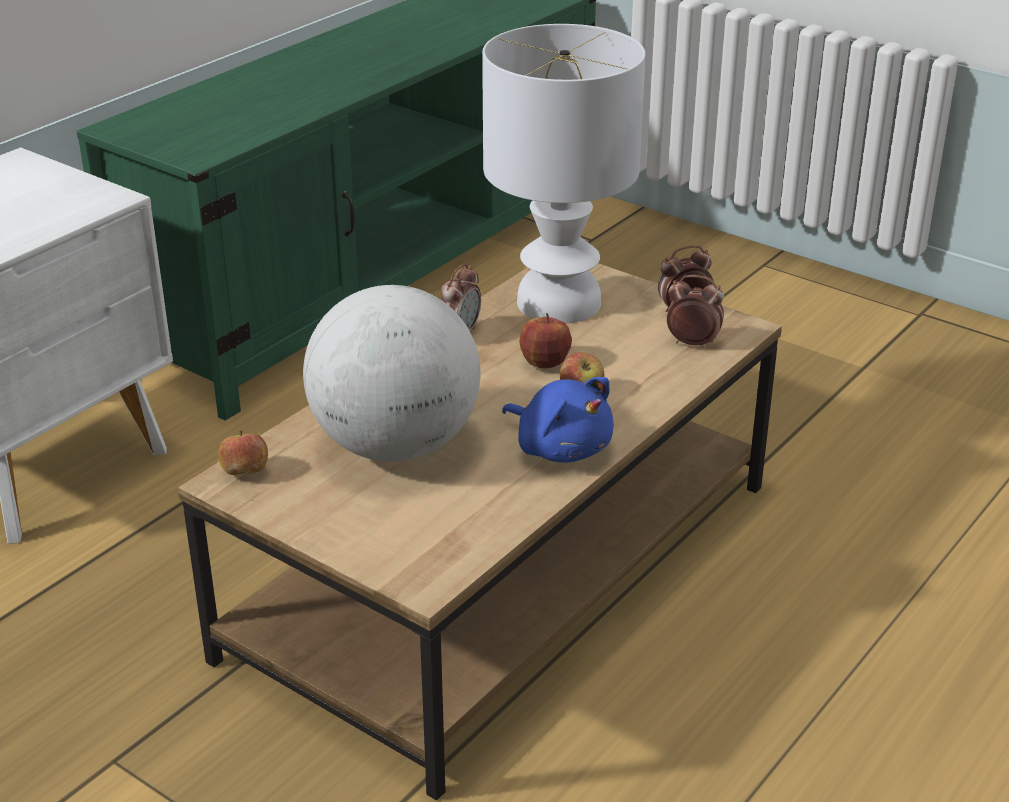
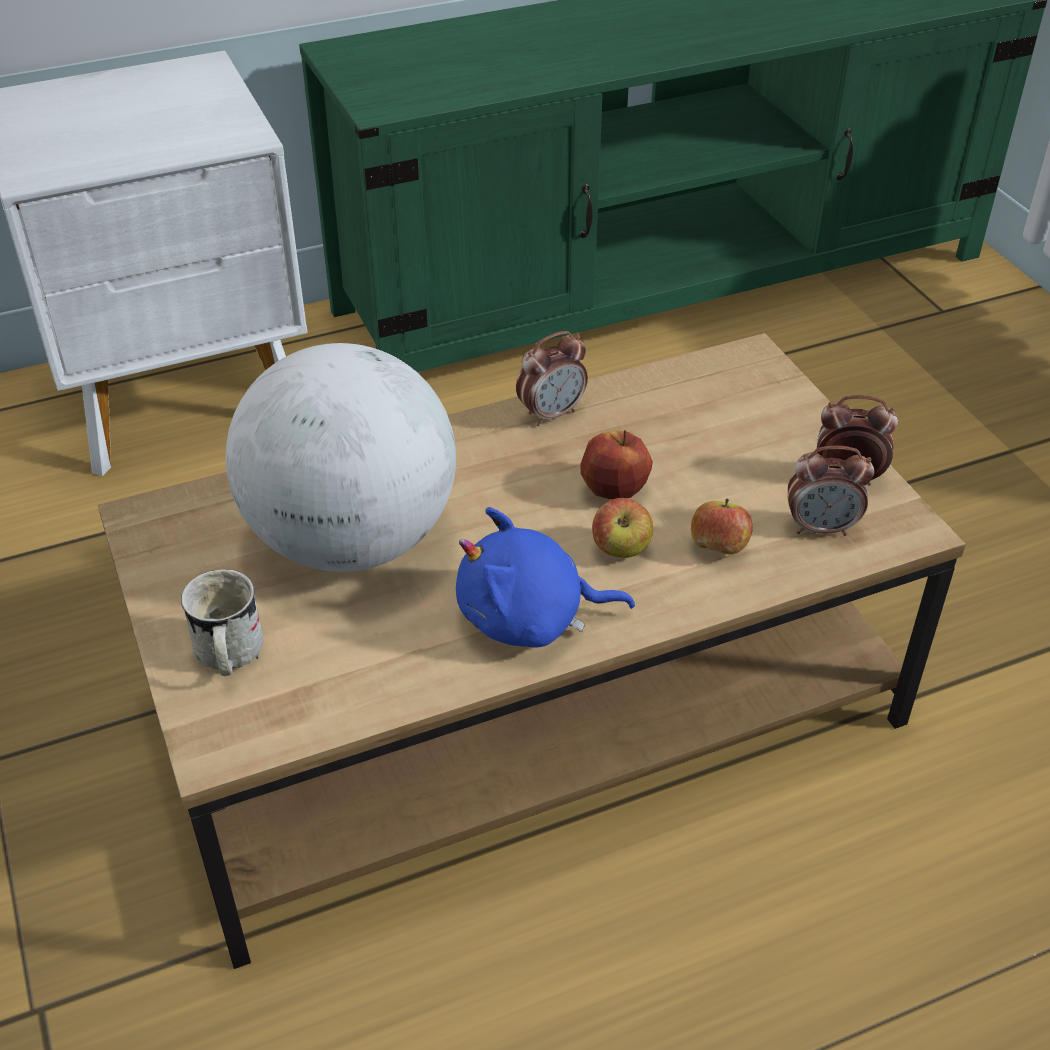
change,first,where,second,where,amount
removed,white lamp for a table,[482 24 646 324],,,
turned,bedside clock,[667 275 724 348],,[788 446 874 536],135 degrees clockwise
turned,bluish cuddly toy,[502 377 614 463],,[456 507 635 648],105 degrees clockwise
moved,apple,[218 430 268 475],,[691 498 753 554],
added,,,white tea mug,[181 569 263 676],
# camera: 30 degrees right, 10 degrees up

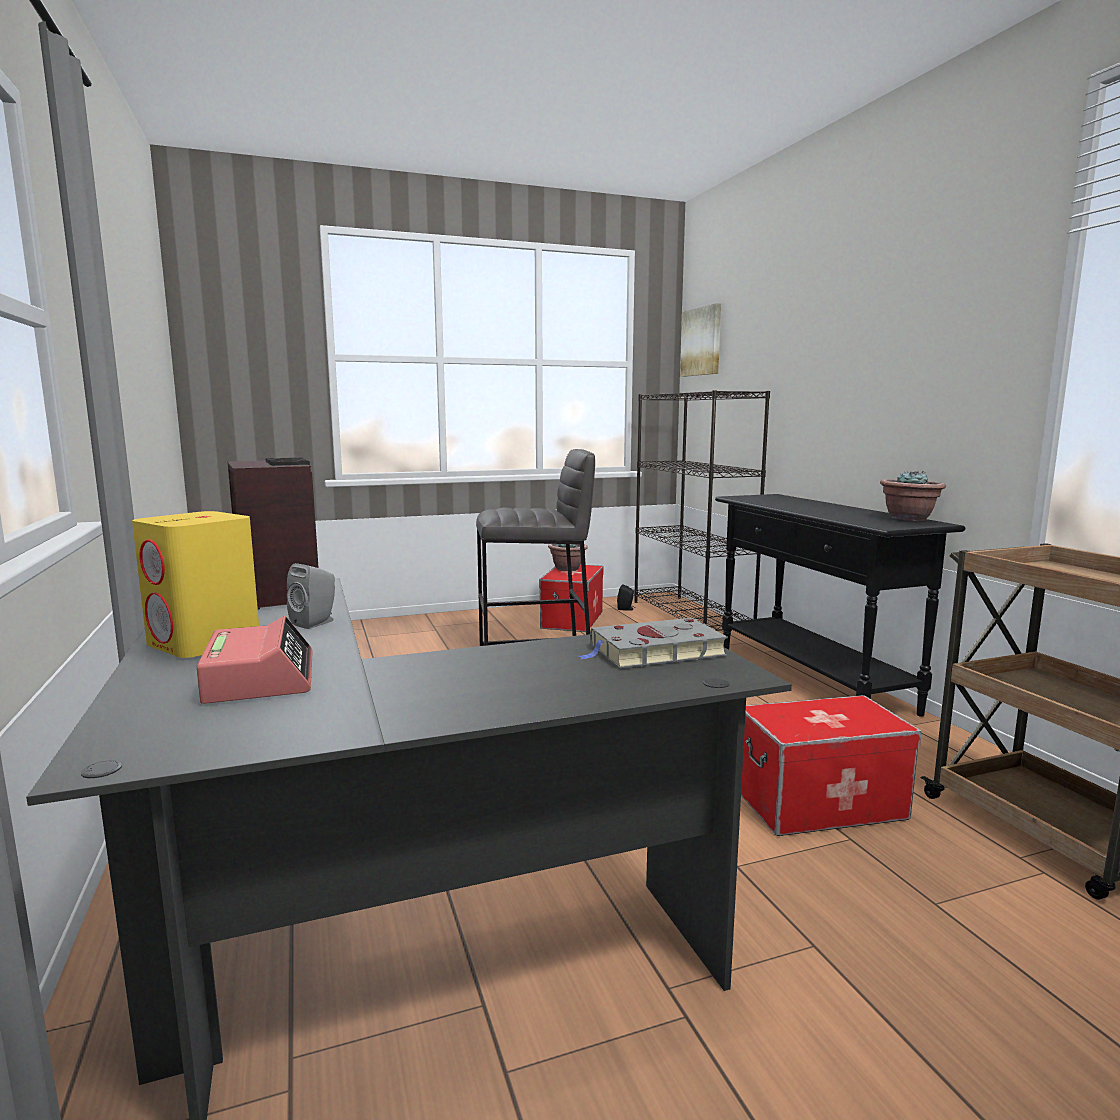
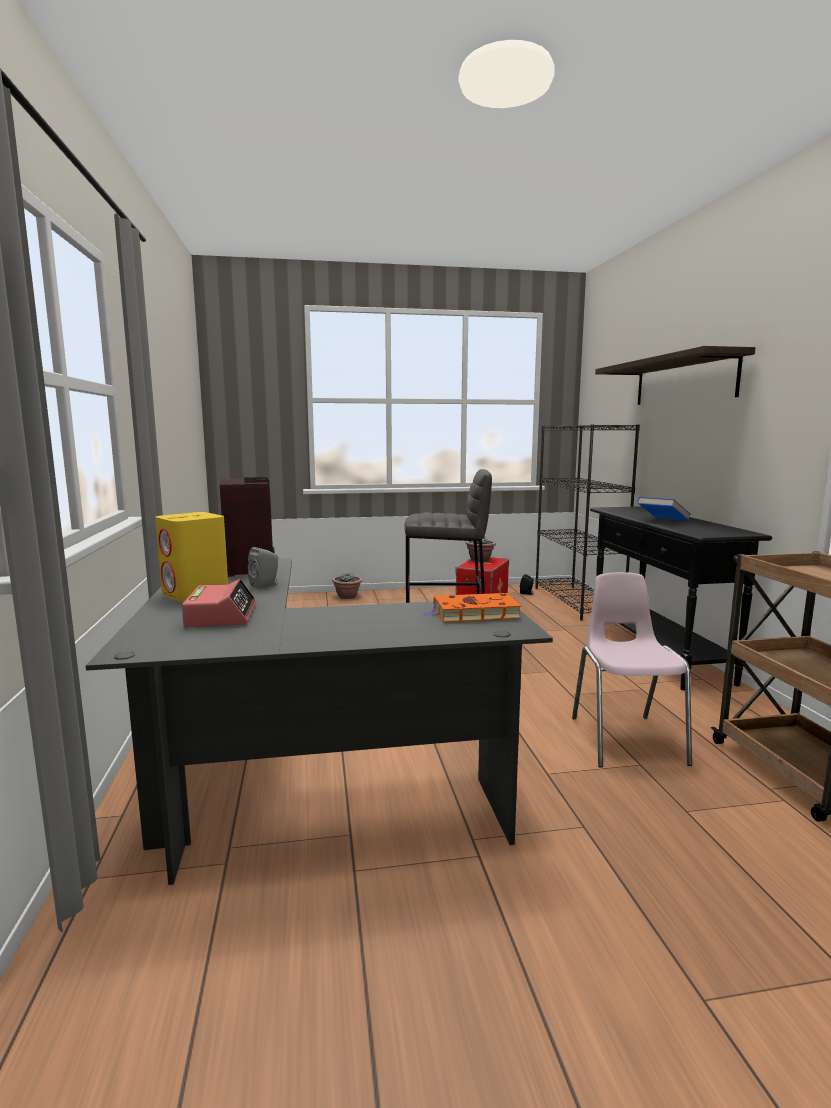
change,first,where,second,where,amount
removed,wall picture,[680 303 721 377],,,
moved,plant in a pot,[880 470 946 521],,[332 573 362 599],
recoloured,greyish volume,[579 618 728 669],orangey volume,[422 593 522 622],
replaced,storage container,[741 695 922 836],pinkish chair,[572 572 692 768],
added,,,shelf,[595 346 755 405],
added,,,bluish volume,[637 497 691 521],
# camera: 10 degrees right, 0 degrees up

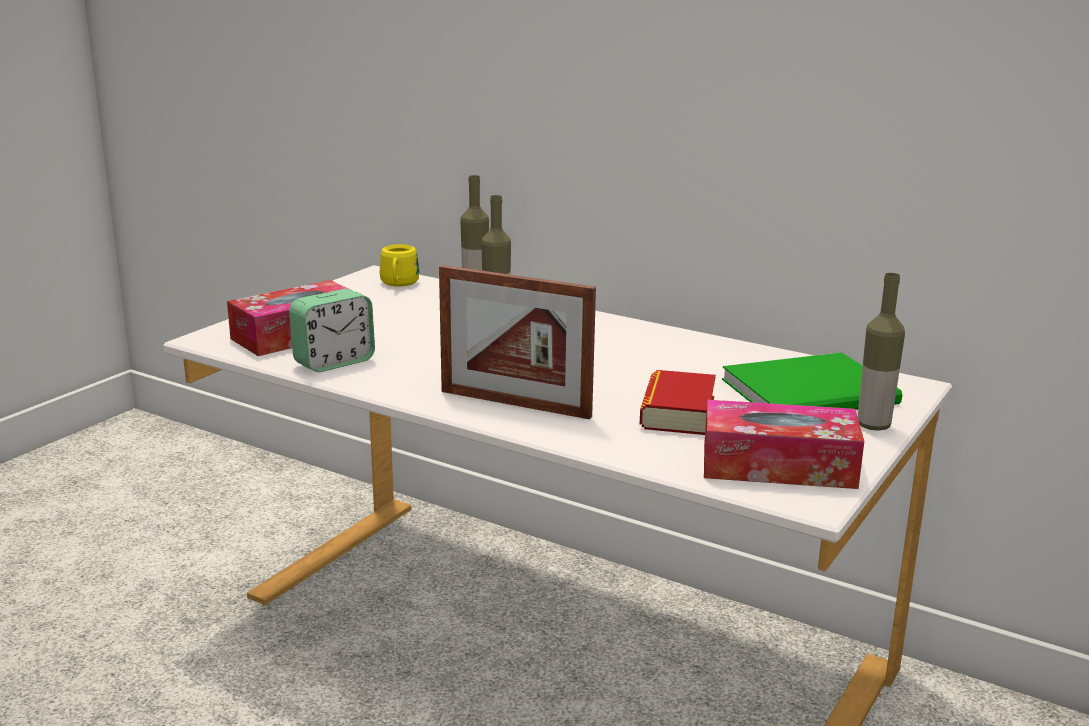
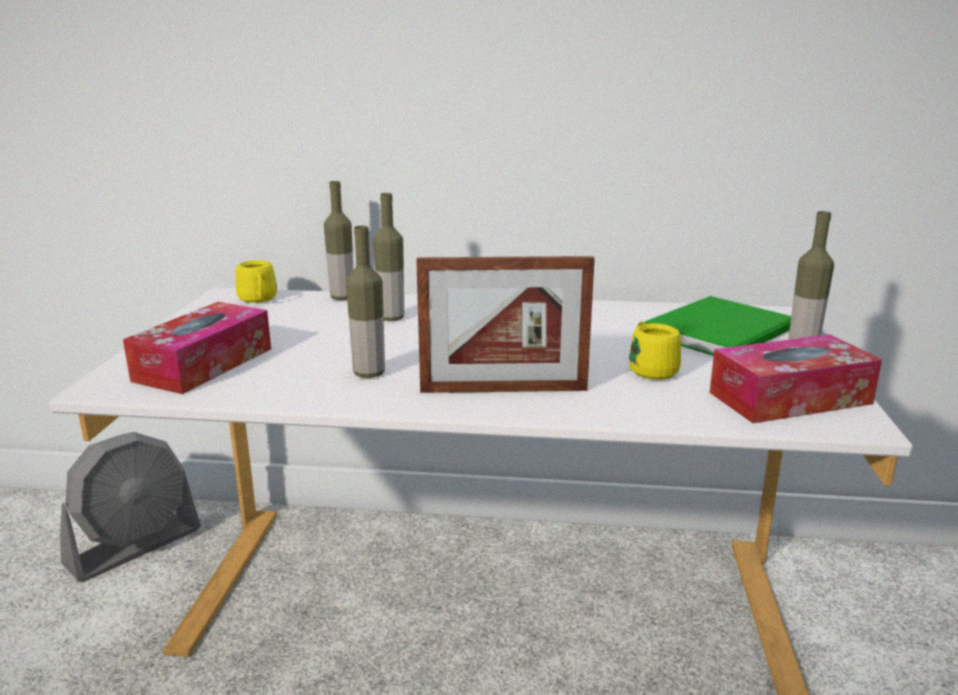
change,first,where,second,where,amount
removed,bedside clock,[289 289 375 372],,,
replaced,volume,[640 370 716 435],yellowish tea mug,[629 322 681 380],
added,,,drink bottle,[346 226 385 378],
added,,,greyish electric fan,[60 432 201 582],
# camera: 25 degrees left, 0 degrees up

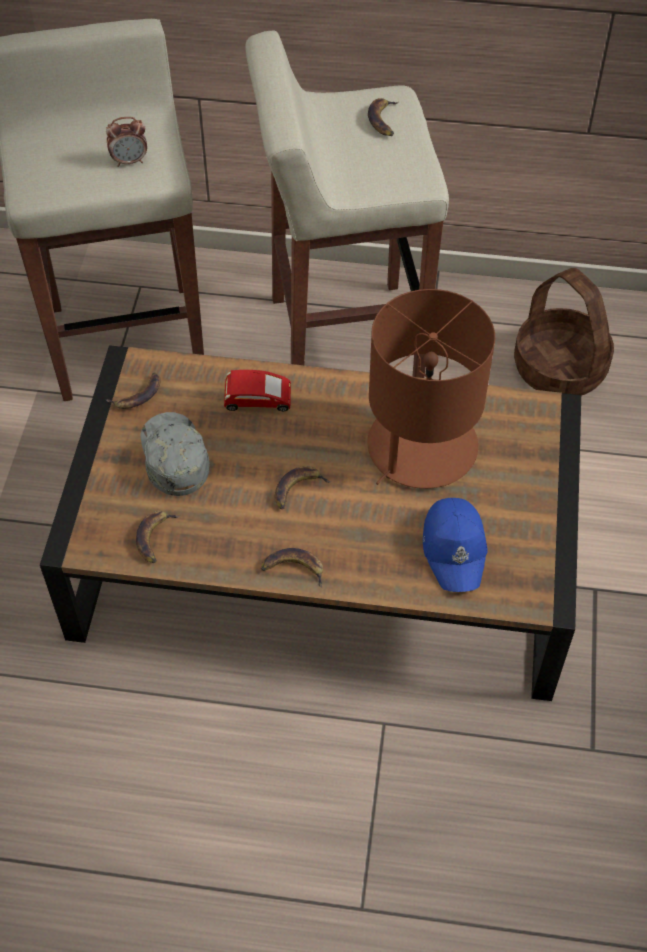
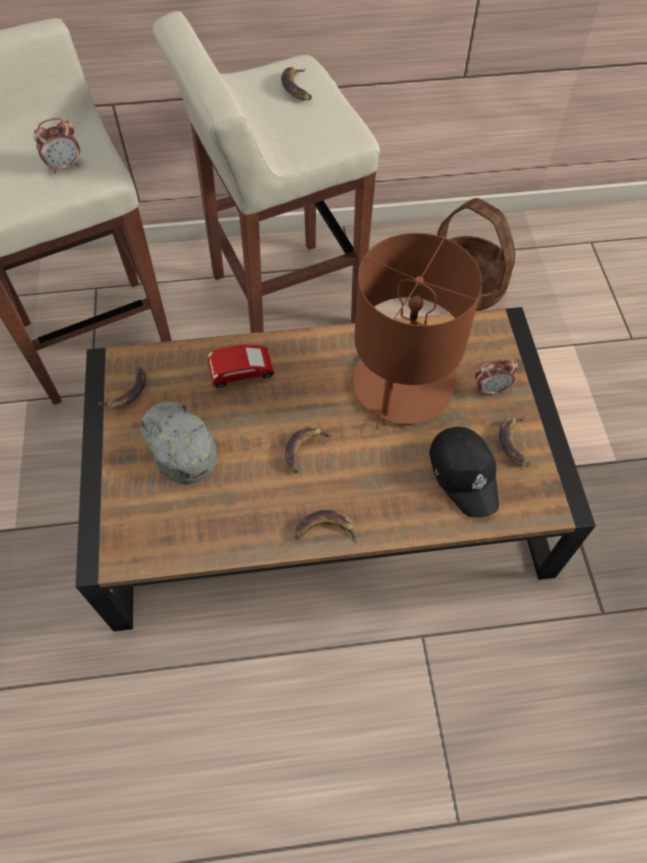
change,first,where,second,where,amount
recoloured,bluish cap,[423 498 488 592],blackish cap,[429 427 499 518],
moved,banana,[136 511 181 563],,[499 418 530 466],
added,,,bedside clock,[475 359 518 396],
# camera: 15 degrees left, 5 degrees up

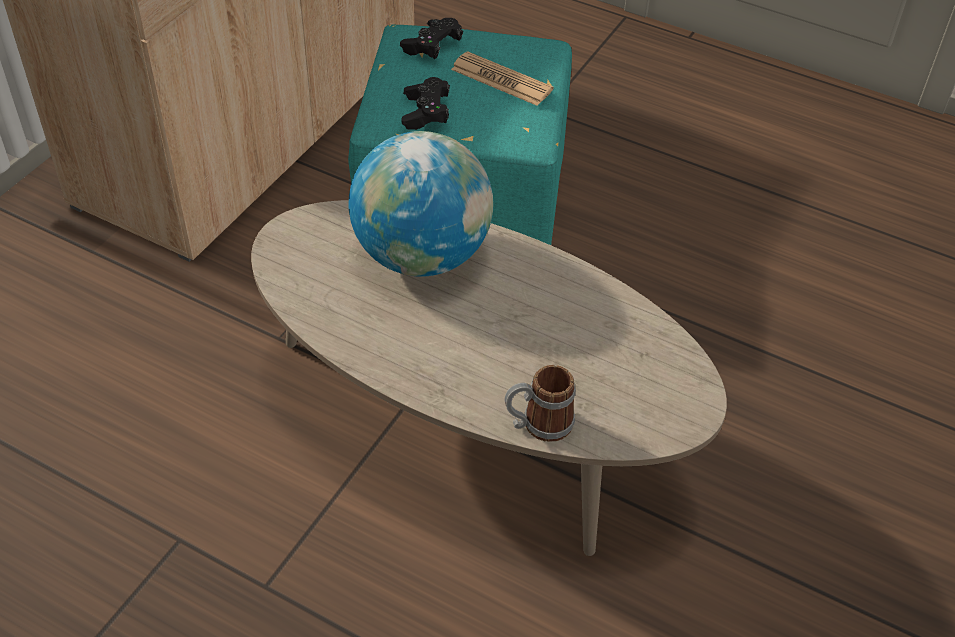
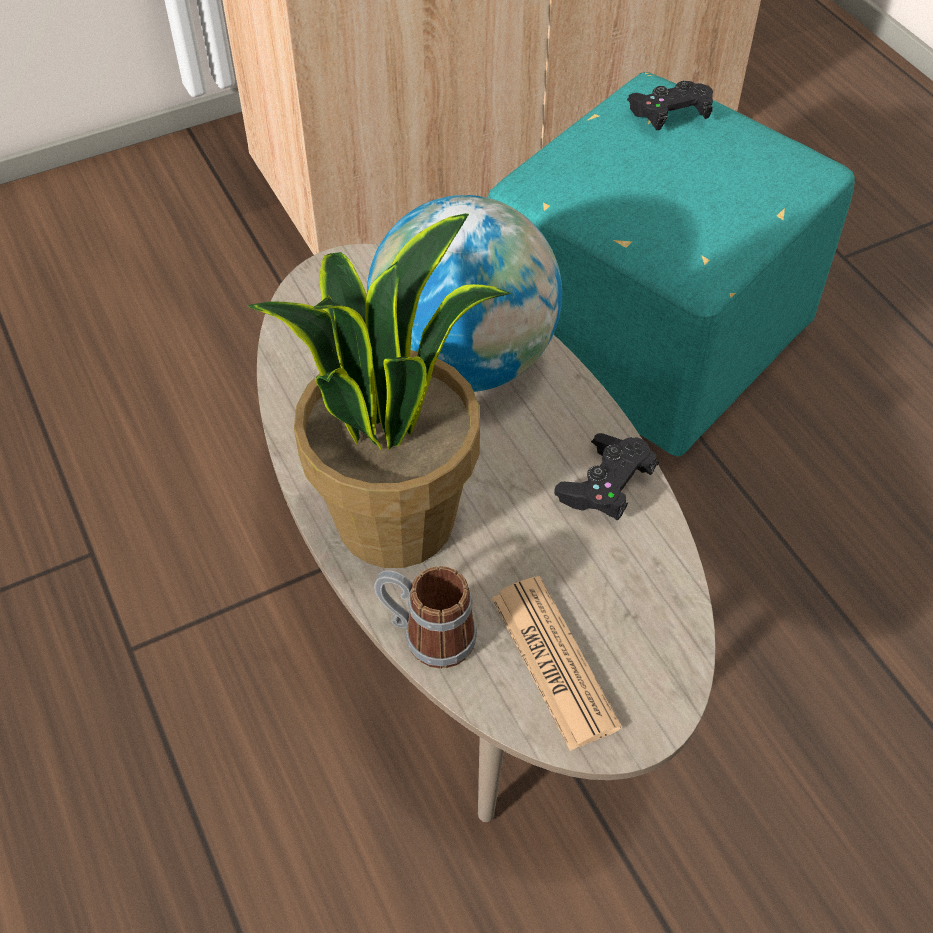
change,first,where,second,where,amount
moved,printed paper,[451 51 553 106],,[492 576 622 751],
moved,blackish game controller,[401 77 450 130],,[554 433 659 520],
added,,,plant in a pot,[247 213 512 568],
# camera: 35 degrees right, 5 degrees up

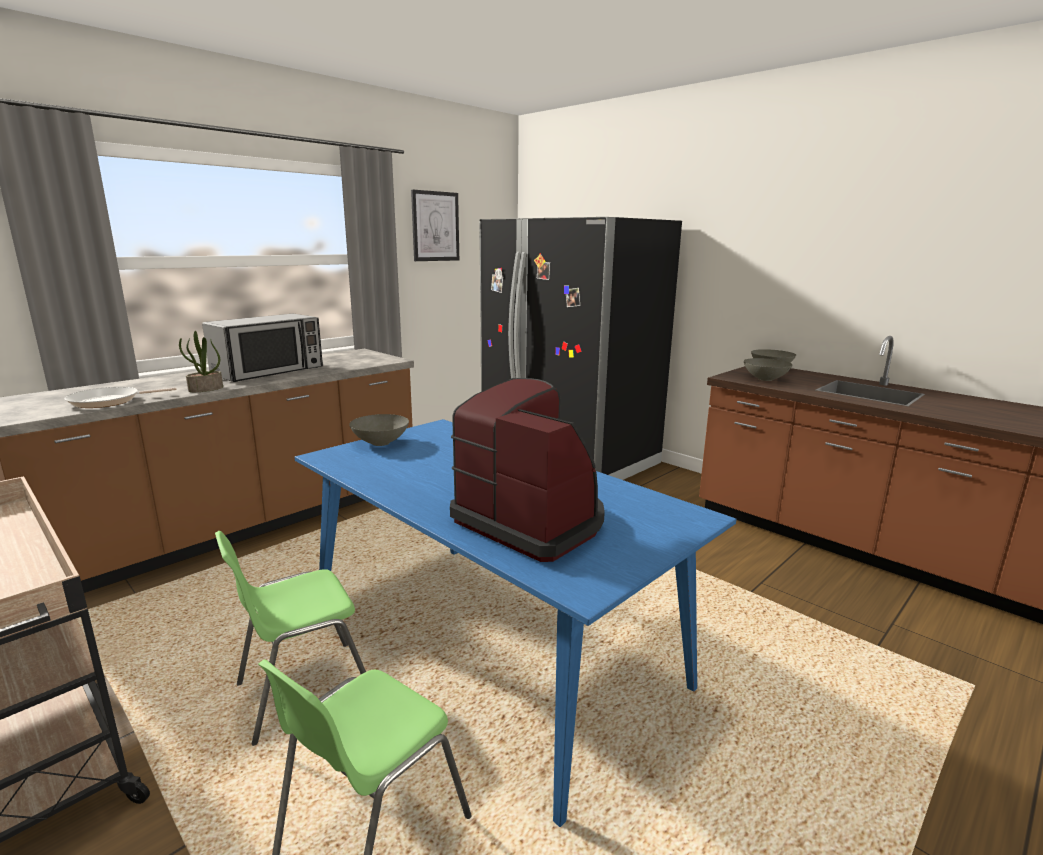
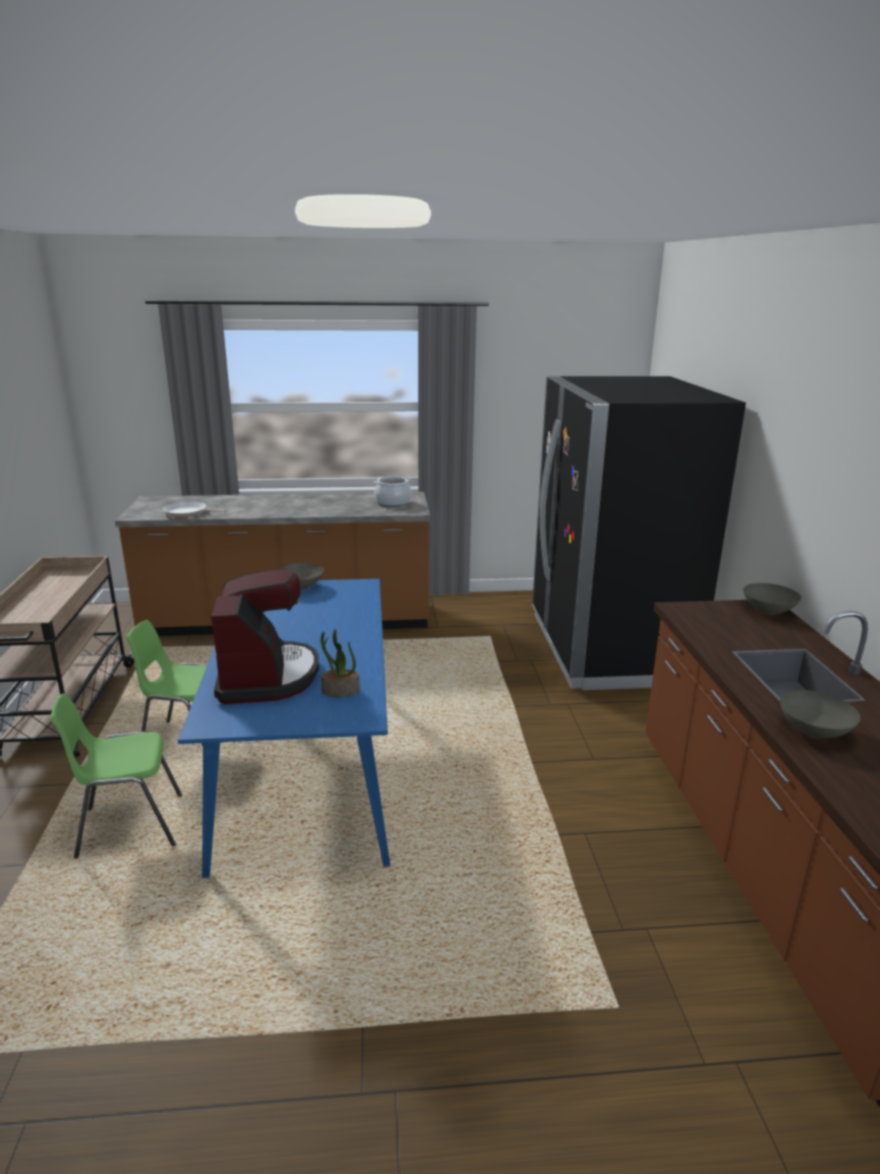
change,first,where,second,where,amount
removed,wall picture,[411 189 459 261],,,
removed,kitchen microwave,[202 314 323 382],,,
moved,plant in a pot,[179 331 223 392],,[321 629 360 697],
moved,greyish serving bowl,[744 358 793 381],,[780 690 860 738],
added,,,cooking pot,[374 476 412 507],
# camera: 40 degrees right, 5 degrees up

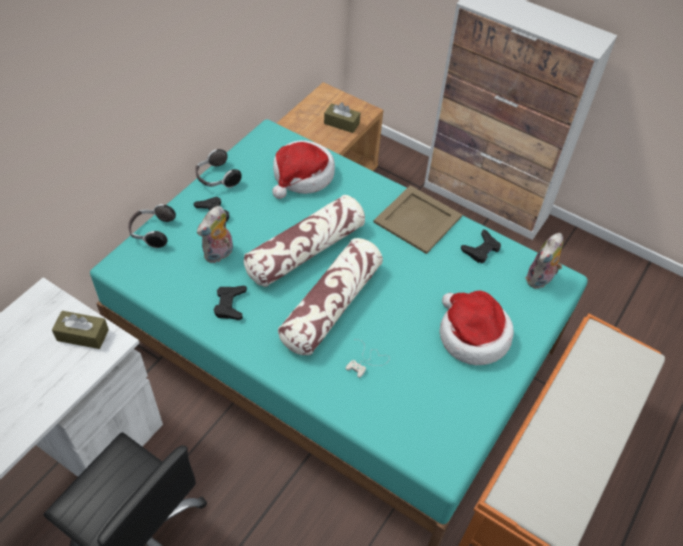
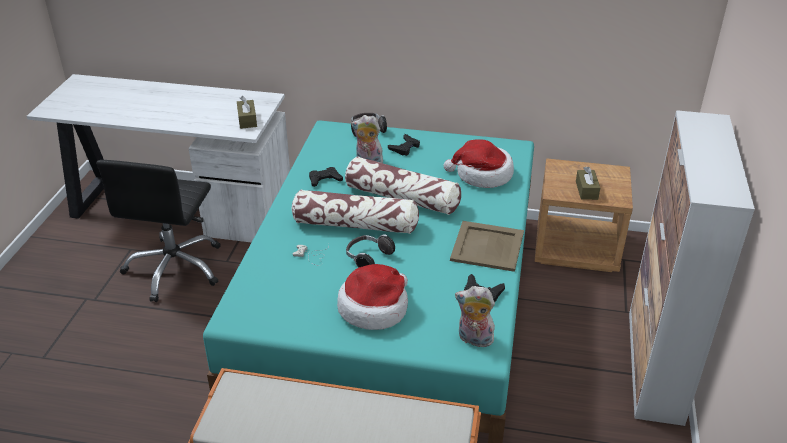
change,first,where,second,where,amount
moved,headset,[196 149 242 188],,[346 235 395 268],
# camera: 70 degrees right, 15 degrees down

